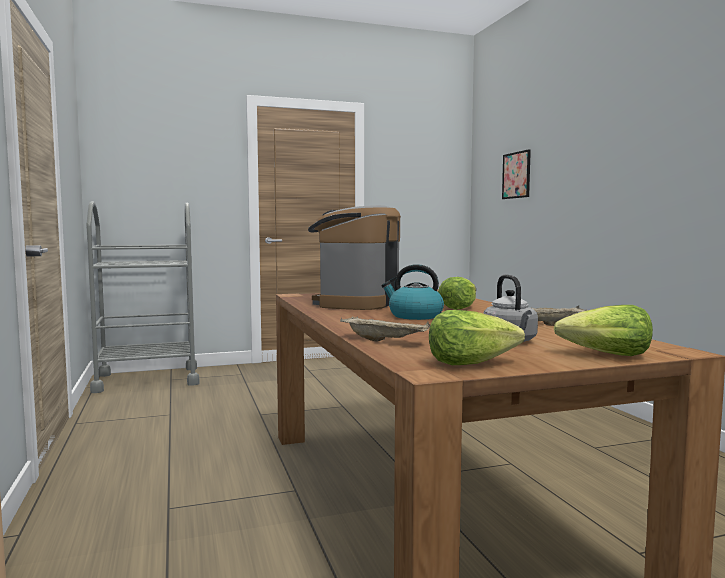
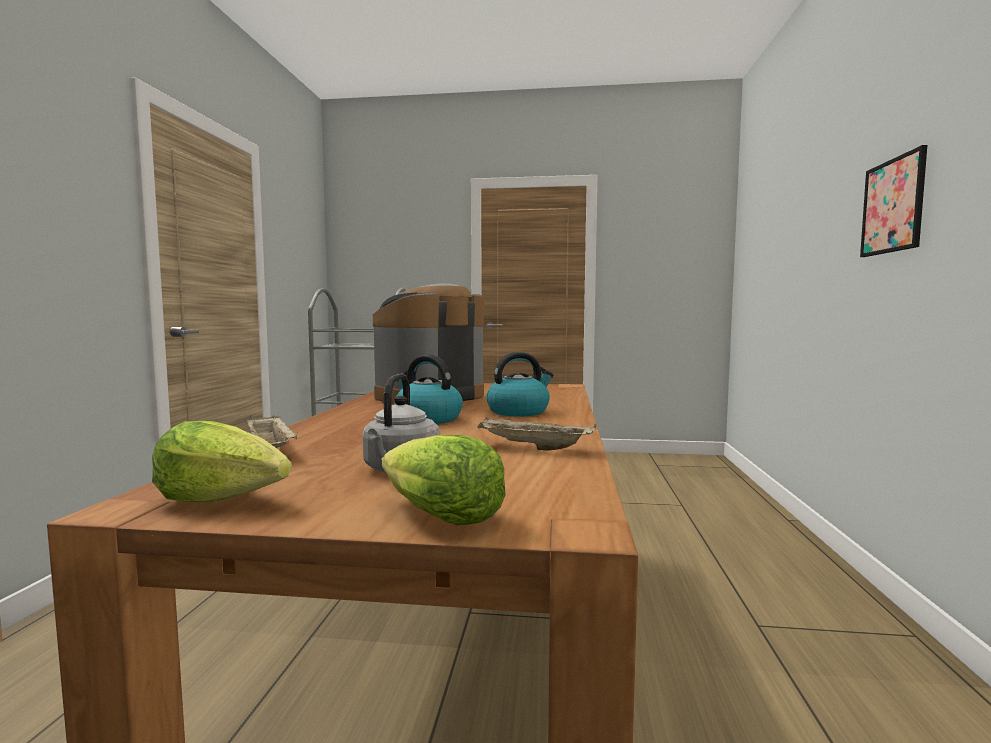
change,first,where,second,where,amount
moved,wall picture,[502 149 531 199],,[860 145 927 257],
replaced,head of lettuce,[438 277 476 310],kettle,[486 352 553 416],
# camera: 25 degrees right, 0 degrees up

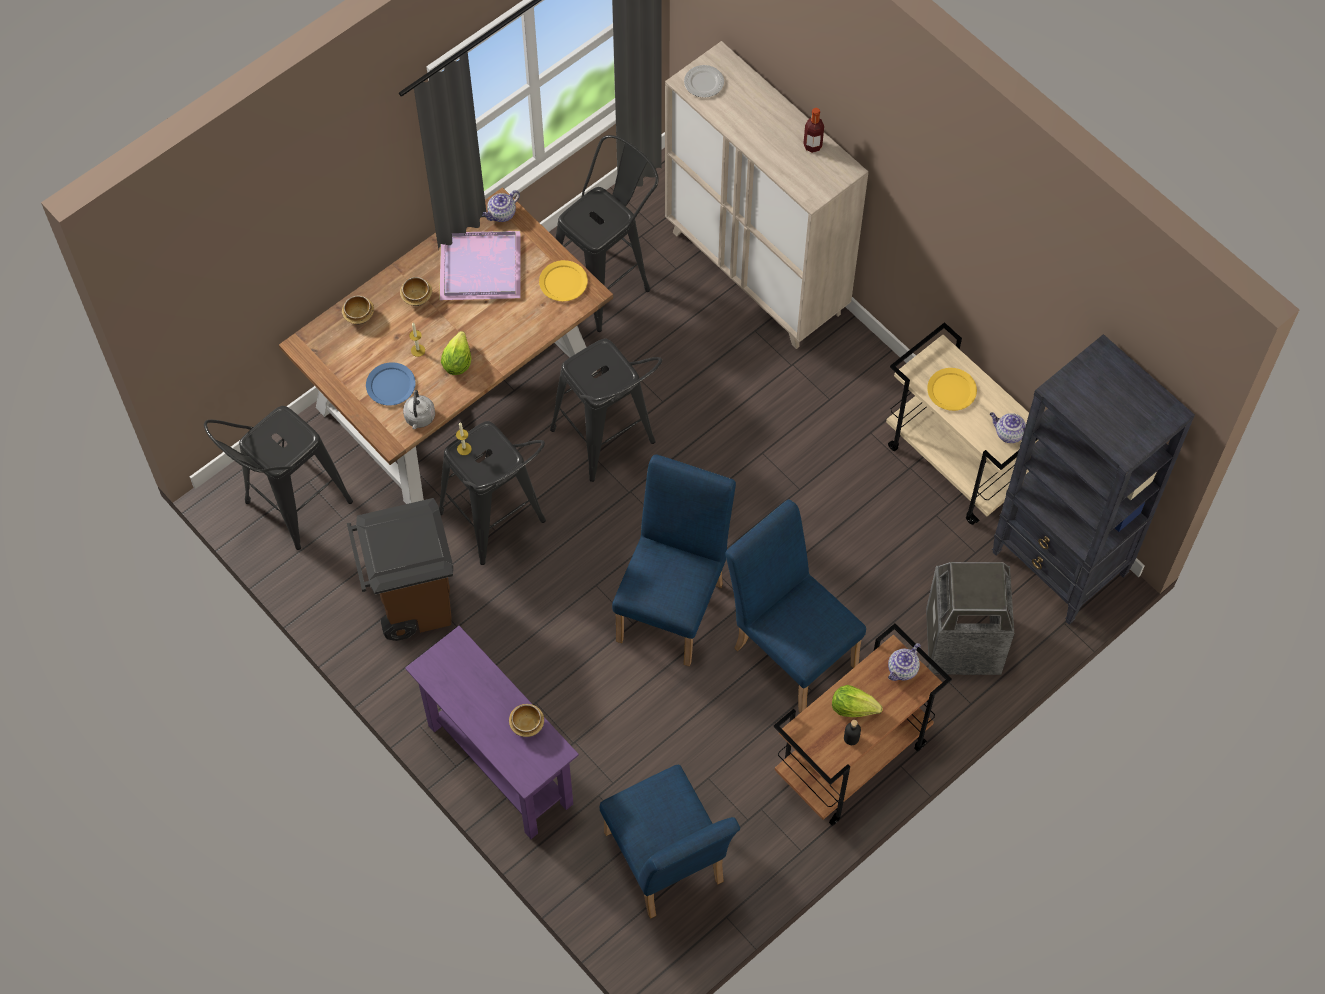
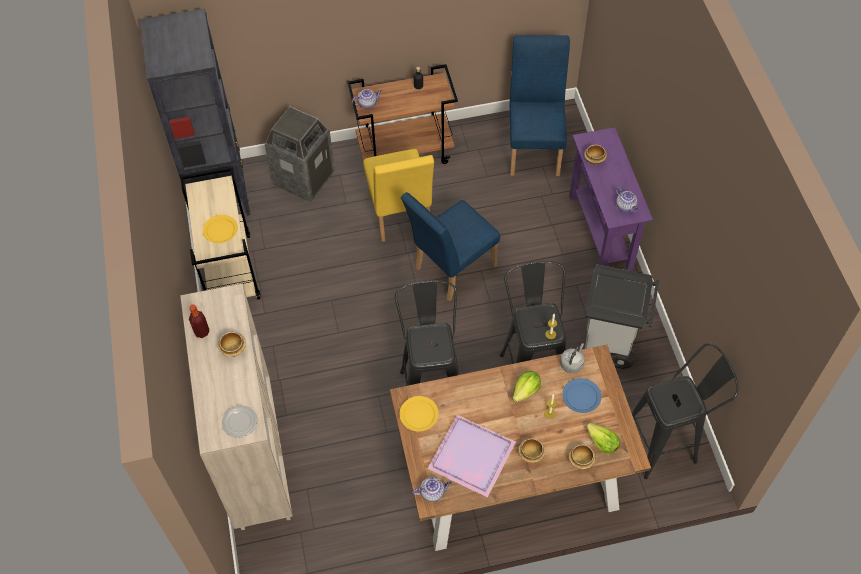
change,first,where,second,where,amount
removed,blackish stool,[555 135 658 332],,,
moved,teapot,[990 412 1026 443],,[616 187 639 213],
recoloured,brown waste bin,[347 498 453 641],greyish waste bin,[585 265 659 369],
recoloured,bluish chair,[725 500 866 713],yellowish chair,[363 149 434 242],
moved,head of lettuce,[832 685 883 717],,[586 423 620 453],
added,,,serving bowl,[218 332 246 357],
# camera: 150 degrees left, 5 degrees down

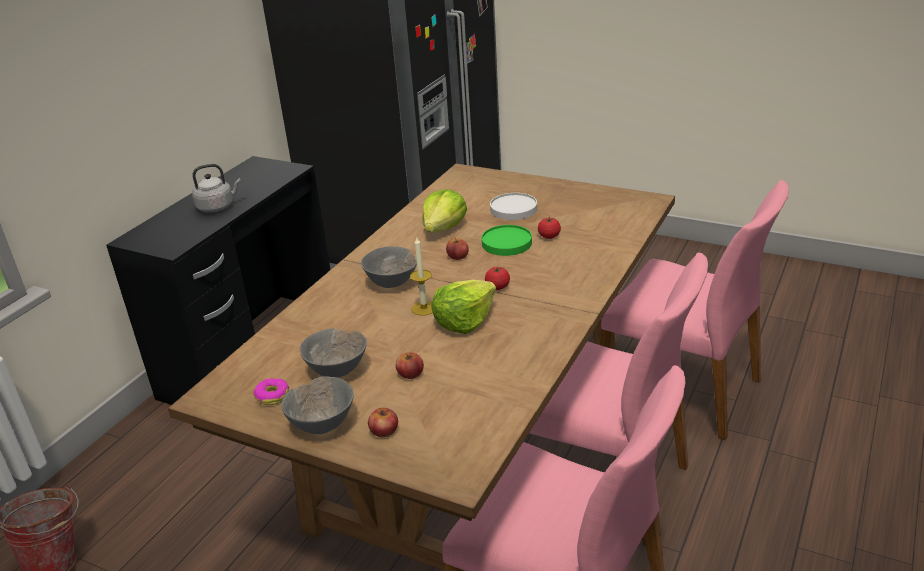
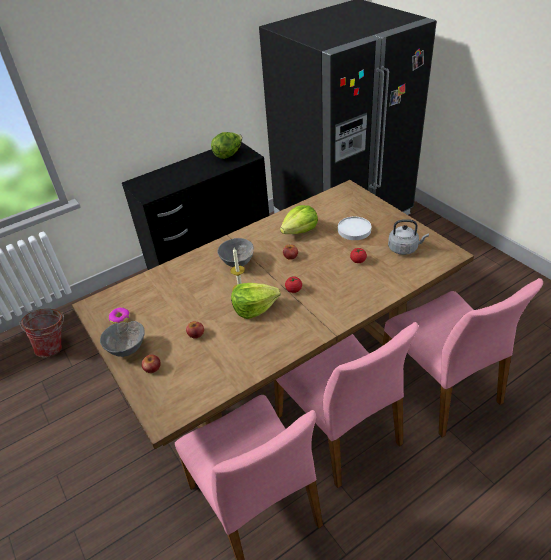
change,first,where,second,where,amount
moved,greyish kettle,[192 164 241 212],,[388 219 429 255],
removed,green plate,[482 225 532 256],,,
removed,greyish serving bowl,[300 328 367 378],,,
added,,,head of lettuce,[211 132 242 159],
# camera: 30 degrees right, 10 degrees up

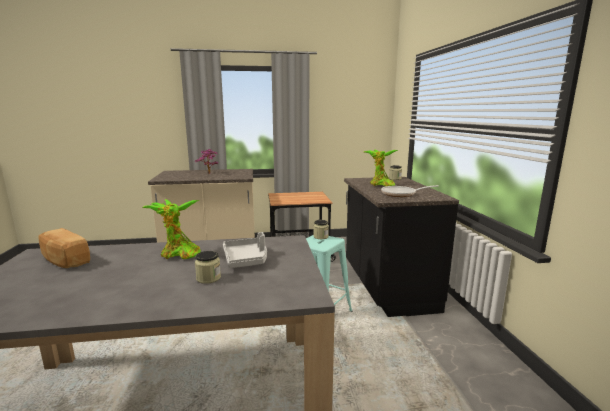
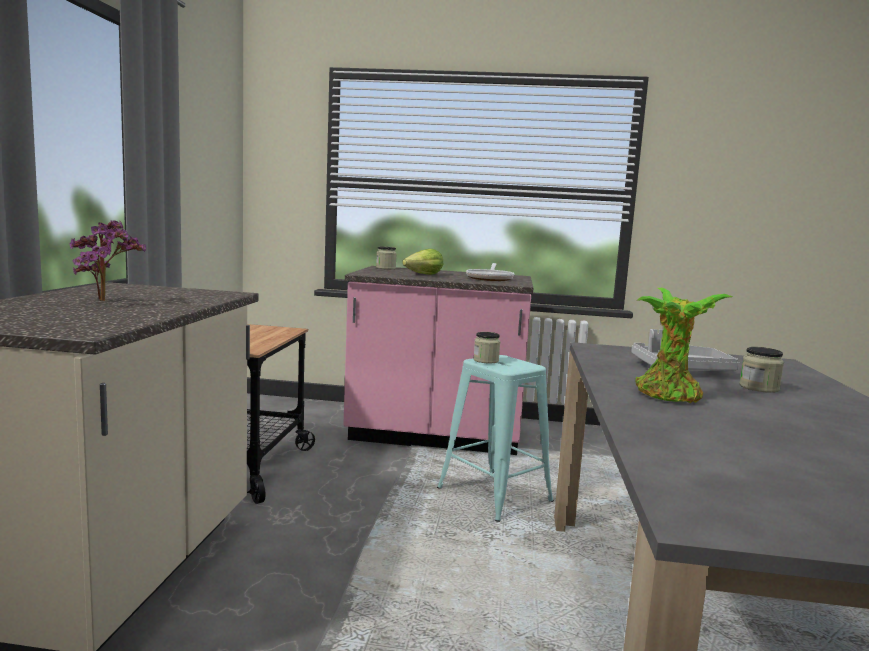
change,first,where,second,where,amount
replaced,plant in a pot,[364 149 398 186],head of lettuce,[402 249 443 275],
recoloured,blackish kitchen counter,[344 177 459 317],pinkish kitchen counter,[343 266 534 455],
removed,bakery bread,[38 228 90 268],,,
# camera: 75 degrees left, 5 degrees down

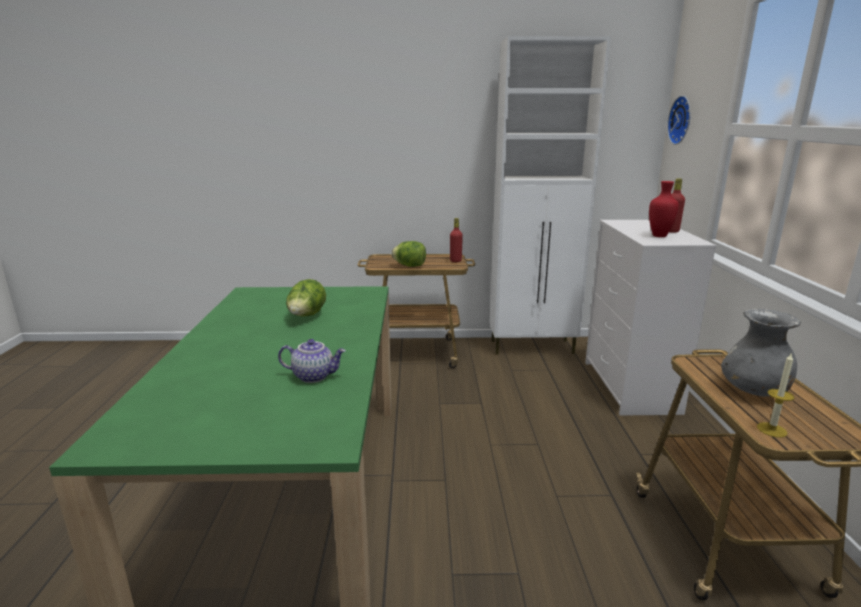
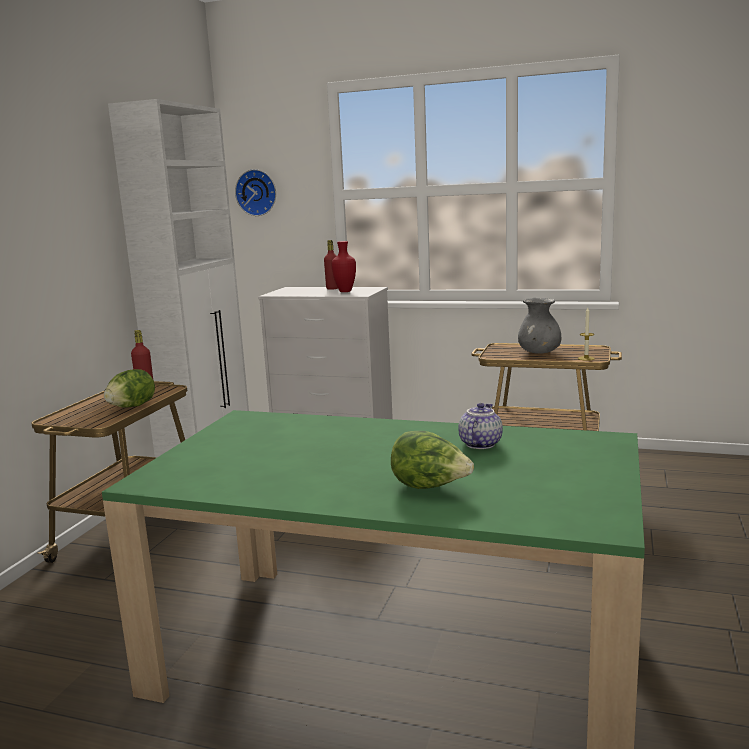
change,first,where,second,where,amount
moved,head of lettuce,[286 279 326 316],,[391 431 474 489],
# camera: 70 degrees left, 5 degrees down

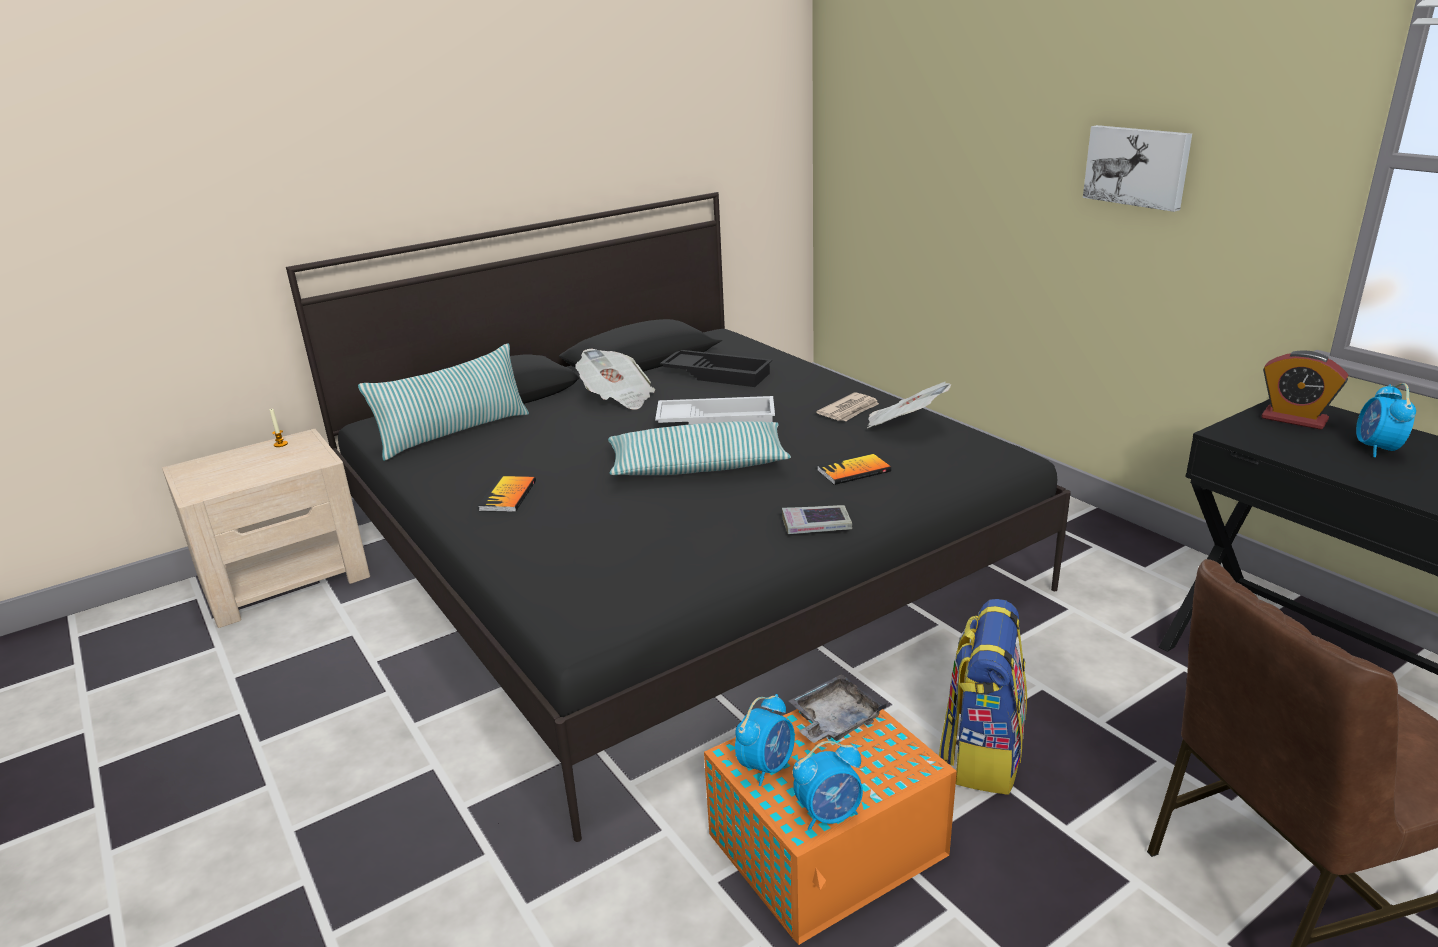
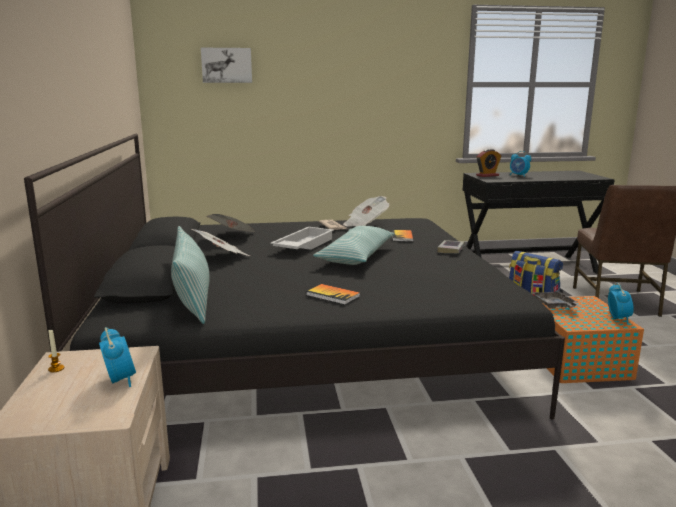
change,first,where,second,where,amount
moved,wall picture,[1083 125 1192 212],,[201 48 252 83],
replaced,blackish serving tray,[660 350 772 387],printed paper,[206 214 255 232],
moved,bedside clock,[735 694 795 786],,[99 327 136 387],
# camera: 65 degrees left, 10 degrees down

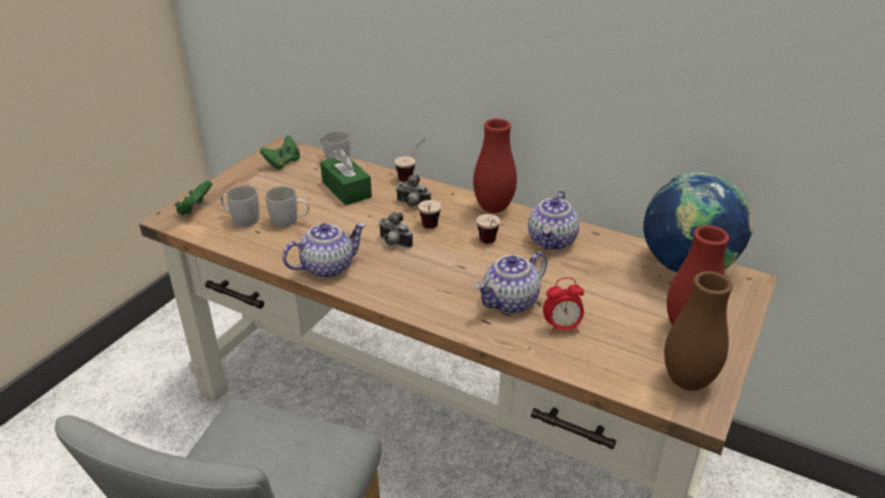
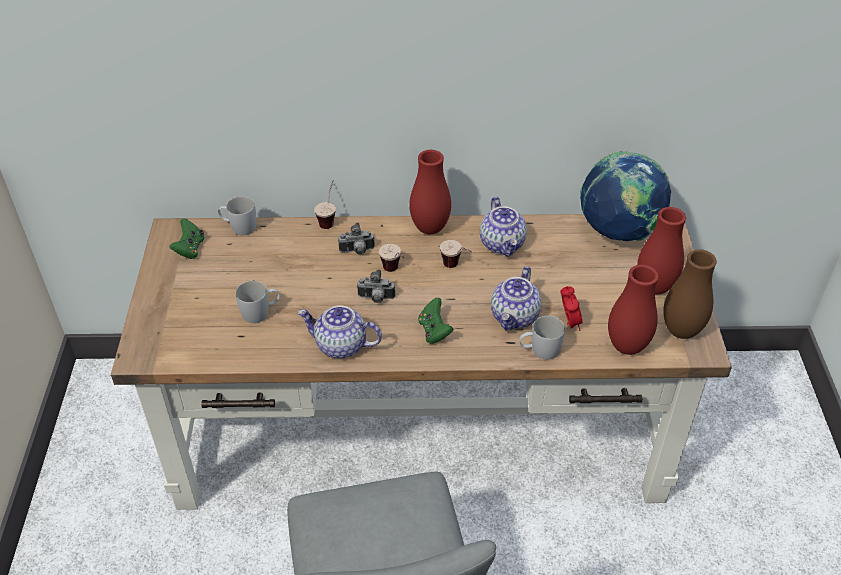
change,first,where,second,where,amount
removed,green tissue holder,[320 148 372 205],,,
moved,green game controller,[175 180 213 215],,[418 298 453 344],
moved,white tea mug,[220 186 259 227],,[519 316 565 360],
turned,teapot,[282 223 366 278],,[297 305 382 358],105 degrees counterclockwise
turned,bedside clock,[543 277 584 335],,[560 286 583 331],60 degrees counterclockwise
added,,,reddish decorative vase,[608 265 659 355],
# camera: 30 degrees left, 10 degrees up

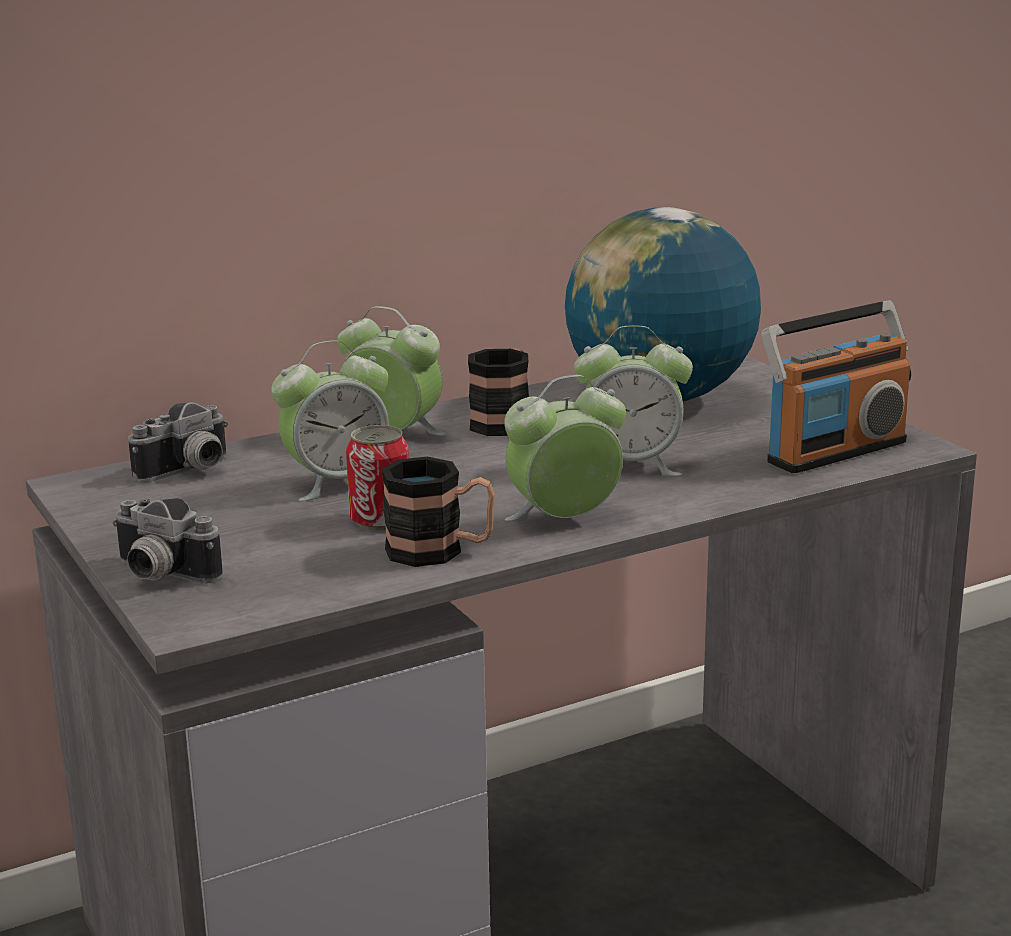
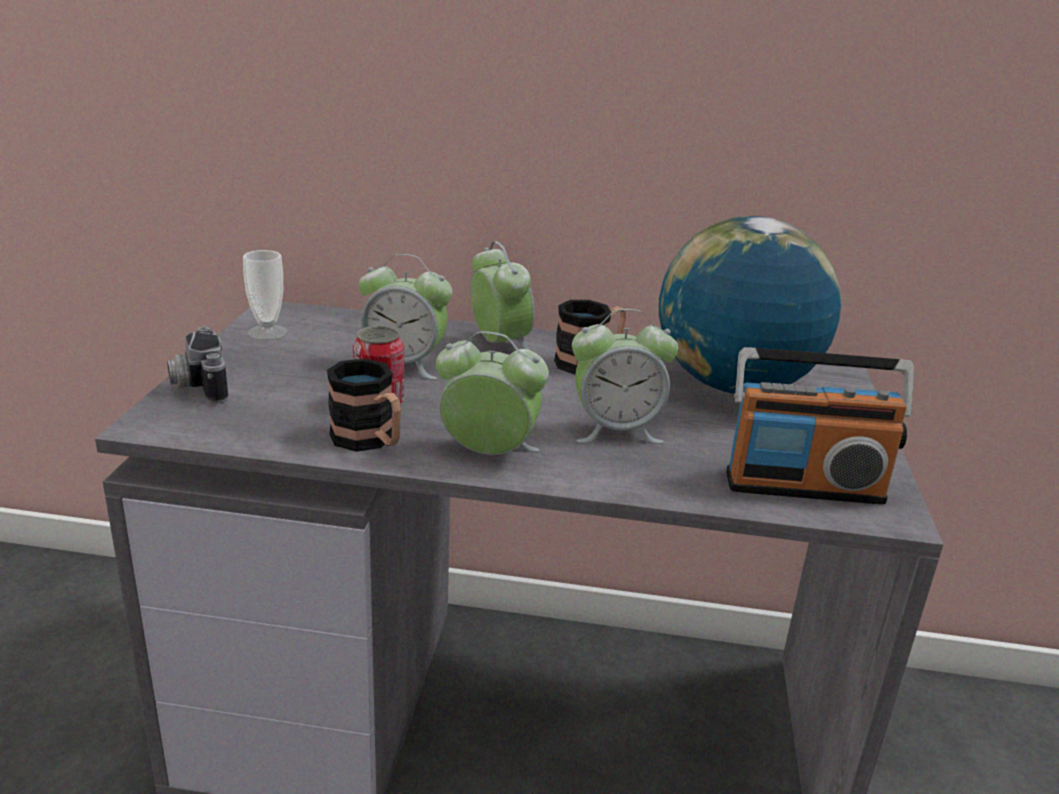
change,first,where,second,where,amount
turned,bedside clock,[574 325 693 476],,[572 309 678 444],45 degrees counterclockwise
removed,photo camera,[128 402 228 483],,,
added,,,drinking cup,[243 250 288 340],
# camera: 35 degrees right, 5 degrees up

